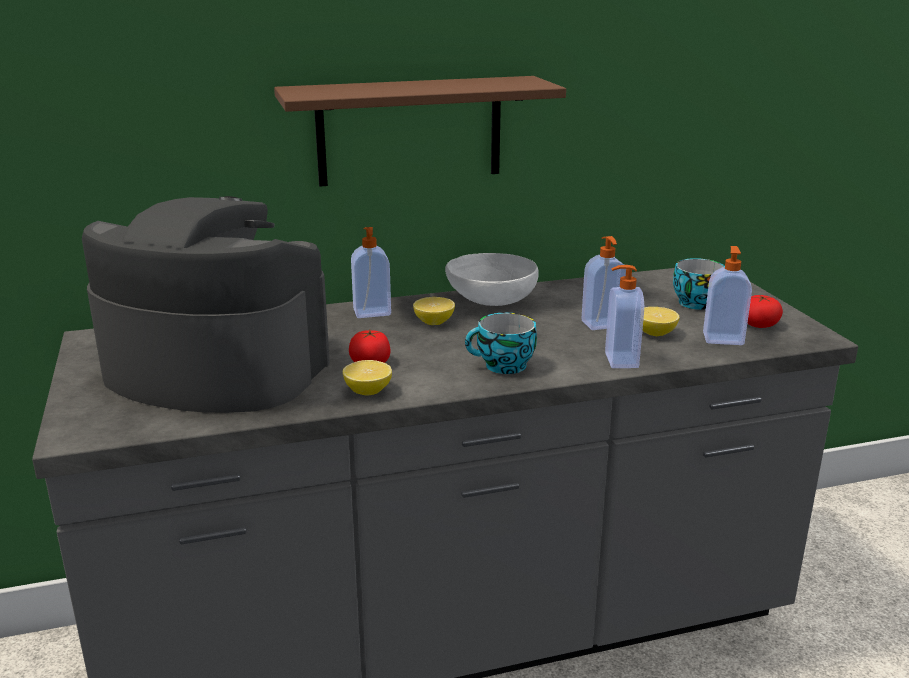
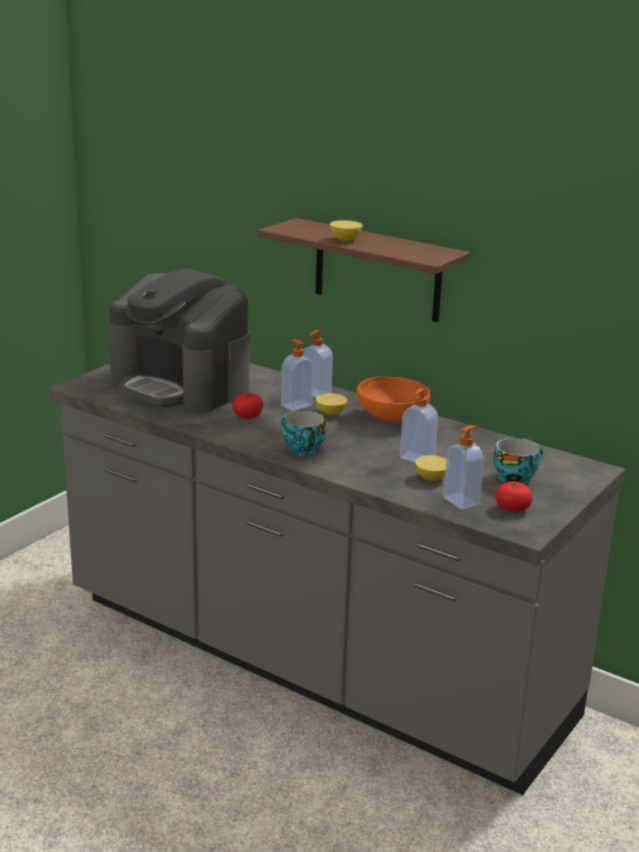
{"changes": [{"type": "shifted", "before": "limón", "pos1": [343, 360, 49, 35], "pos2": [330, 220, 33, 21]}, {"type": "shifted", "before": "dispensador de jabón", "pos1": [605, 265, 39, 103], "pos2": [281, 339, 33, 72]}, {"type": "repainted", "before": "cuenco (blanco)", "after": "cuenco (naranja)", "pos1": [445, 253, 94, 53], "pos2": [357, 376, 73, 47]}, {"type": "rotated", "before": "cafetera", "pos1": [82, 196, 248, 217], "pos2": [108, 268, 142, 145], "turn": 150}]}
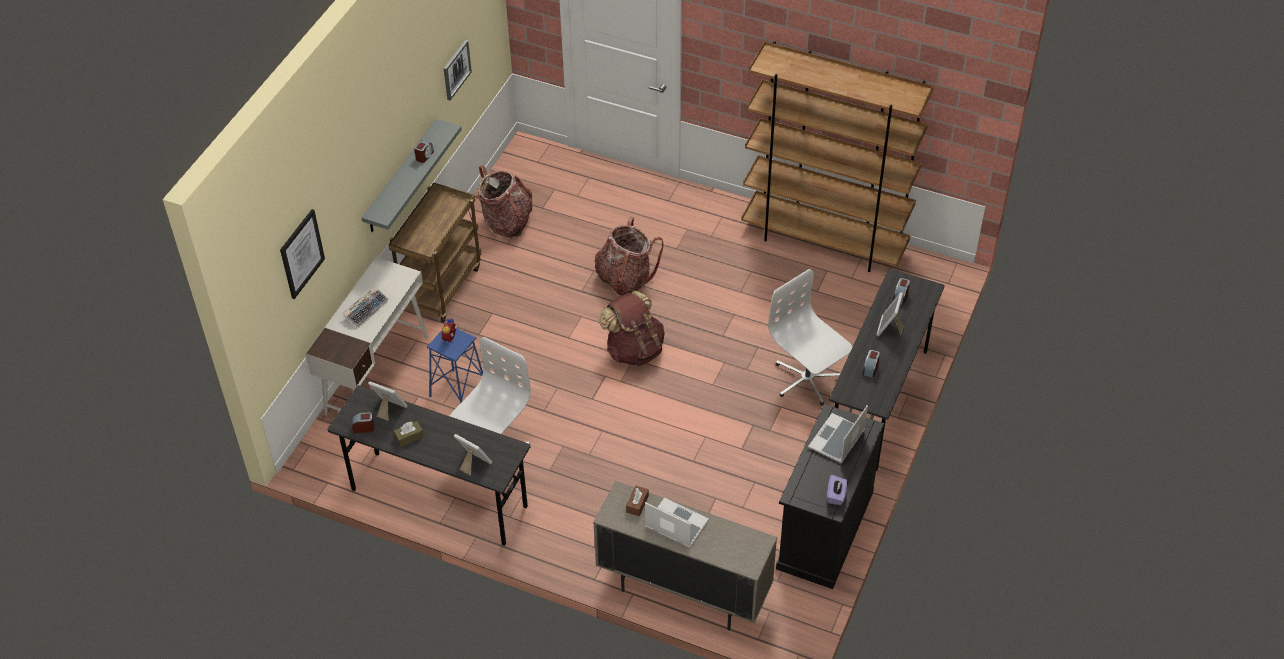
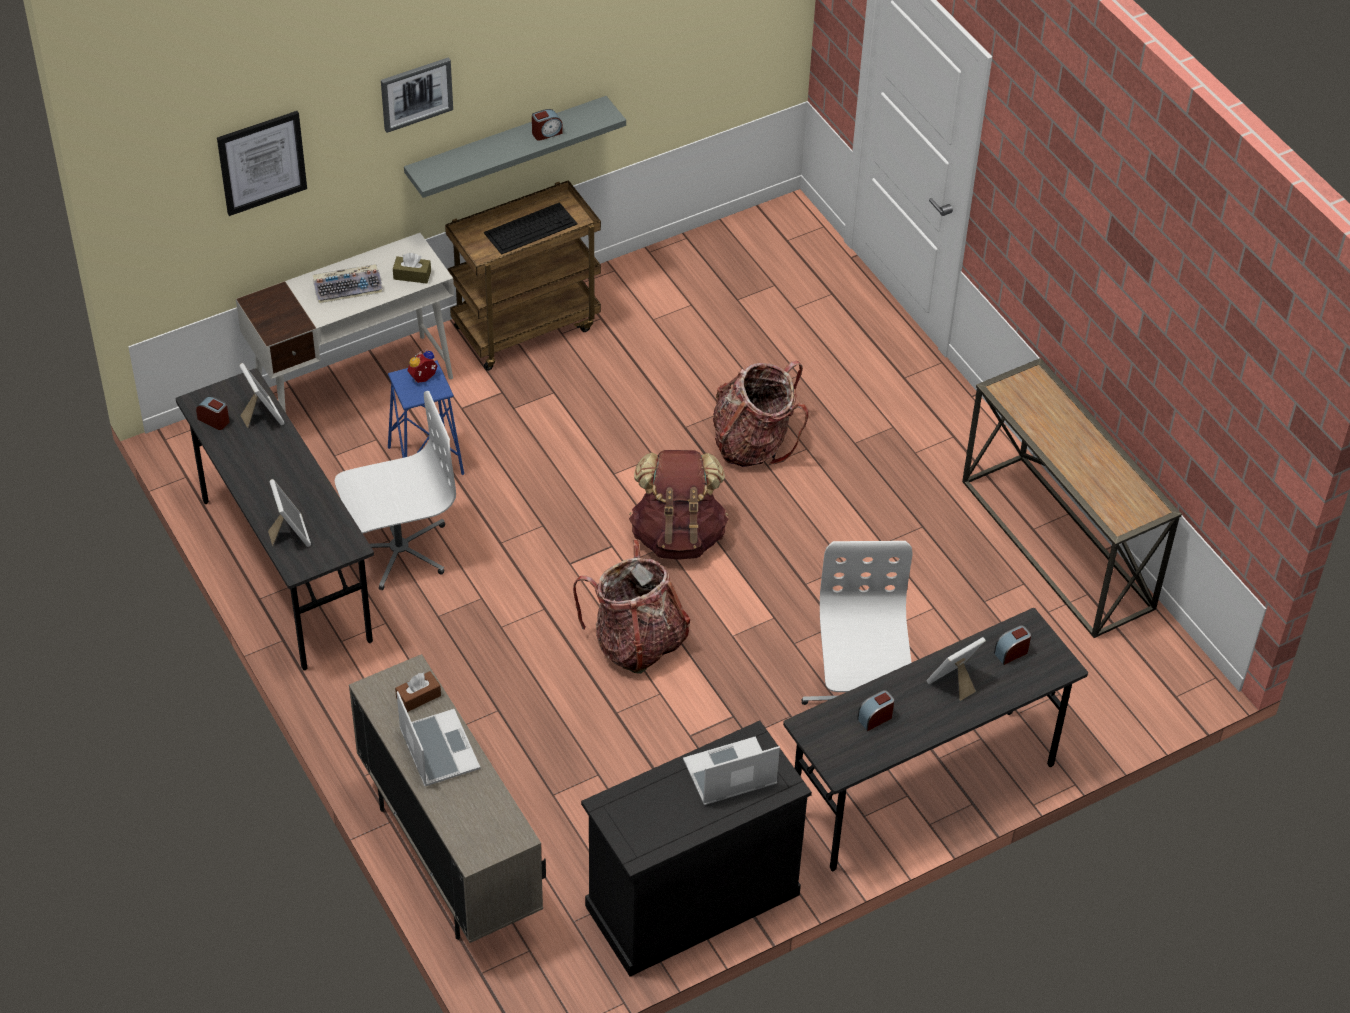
{"changes": [{"type": "gone", "before": "caja de pañuelos (morado)", "pos1": [827, 475, 20, 30]}, {"type": "new", "after": "teclado", "pos2": [484, 202, 94, 53]}, {"type": "shifted", "before": "caja de pañuelos (marrón)", "pos1": [394, 421, 30, 26], "pos2": [393, 253, 38, 31]}, {"type": "shifted", "before": "cuadro", "pos1": [443, 40, 29, 61], "pos2": [381, 57, 72, 76]}, {"type": "shifted", "before": "mochila", "pos1": [468, 166, 65, 71], "pos2": [573, 540, 117, 134]}, {"type": "swapped", "before": "estantería (marrón)", "after": "mesa consola", "pos1": [741, 41, 193, 231], "pos2": [962, 358, 220, 280]}]}
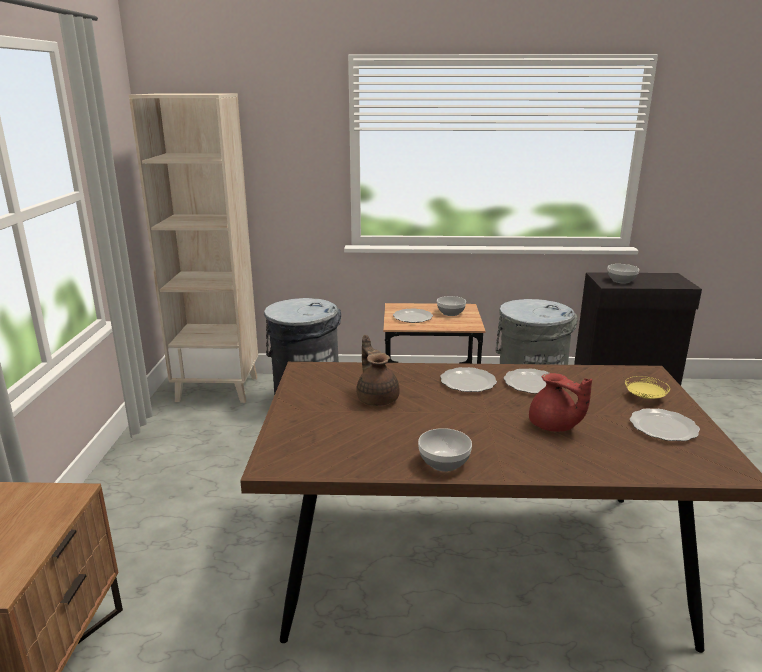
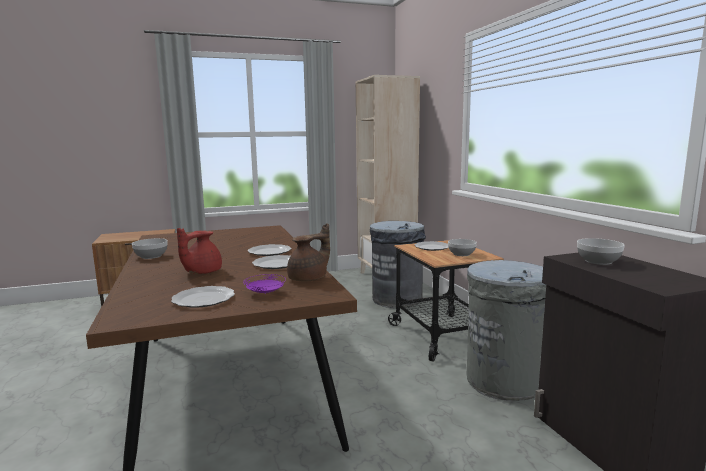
{"changes": [{"type": "shifted", "before": "tetera (marrón)", "pos1": [356, 335, 44, 71], "pos2": [287, 223, 43, 59]}, {"type": "repainted", "before": "plato (amarillo)", "after": "plato (morado)", "pos1": [625, 376, 45, 23], "pos2": [243, 274, 43, 20]}]}
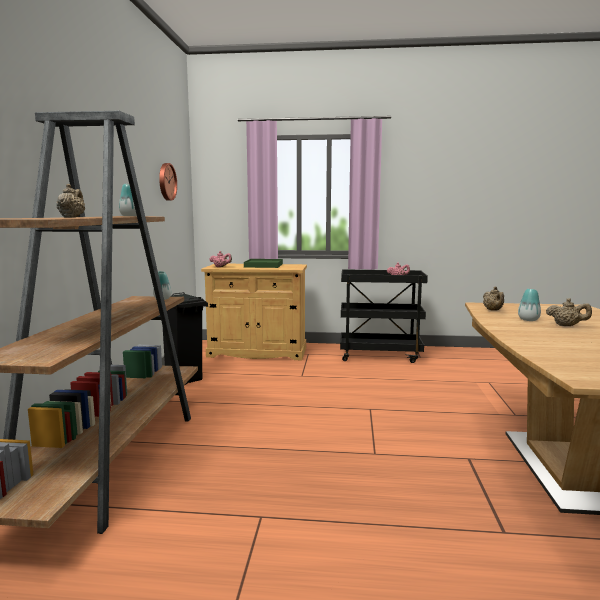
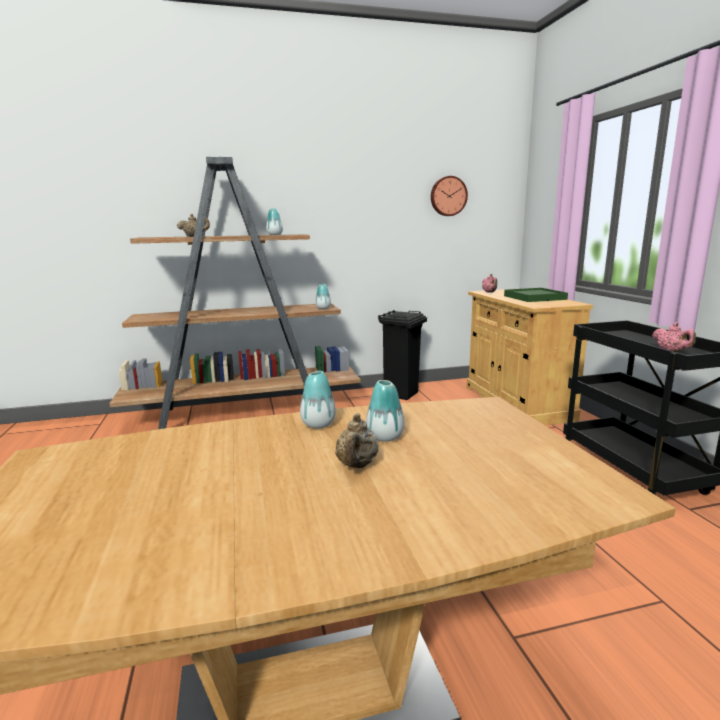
{"changes": [{"type": "gone", "before": "tetera (beis)", "pos1": [483, 287, 21, 24]}, {"type": "new", "after": "florero", "pos2": [300, 371, 36, 57]}]}
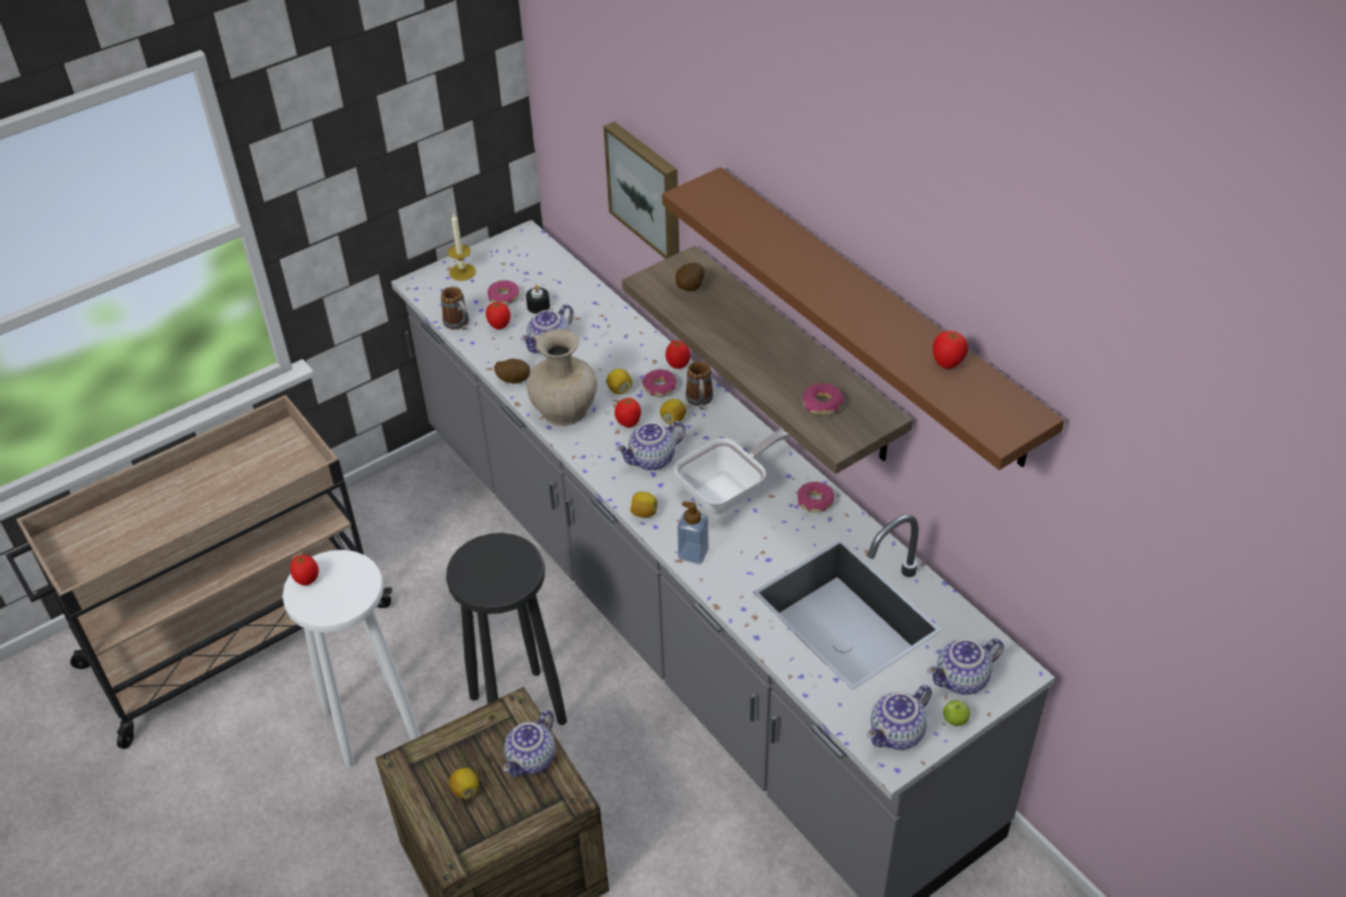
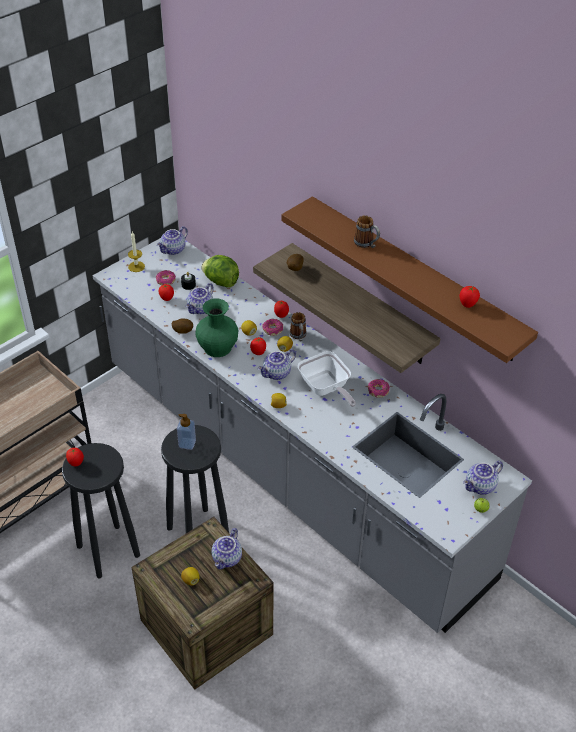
{"changes": [{"type": "gone", "before": "cuadro", "pos1": [603, 122, 76, 137]}, {"type": "gone", "before": "rosquilla", "pos1": [803, 383, 41, 33]}, {"type": "new", "after": "lechuga", "pos2": [201, 255, 38, 33]}, {"type": "shifted", "before": "taza grande", "pos1": [441, 286, 28, 44], "pos2": [354, 216, 26, 32]}, {"type": "shifted", "before": "dispensador de jabón", "pos1": [677, 501, 31, 63], "pos2": [177, 414, 19, 36]}, {"type": "shifted", "before": "tetera", "pos1": [867, 685, 65, 65], "pos2": [157, 226, 31, 29]}, {"type": "repainted", "before": "taburete (blanco)", "after": "taburete (negro)", "pos1": [282, 550, 138, 218], "pos2": [62, 443, 78, 136]}, {"type": "repainted", "before": "florero (beis)", "after": "florero (verde)", "pos1": [526, 329, 71, 97], "pos2": [195, 298, 43, 59]}, {"type": "rotated", "before": "sartén", "pos1": [674, 429, 117, 85], "pos2": [298, 351, 58, 56], "turn": 105}]}
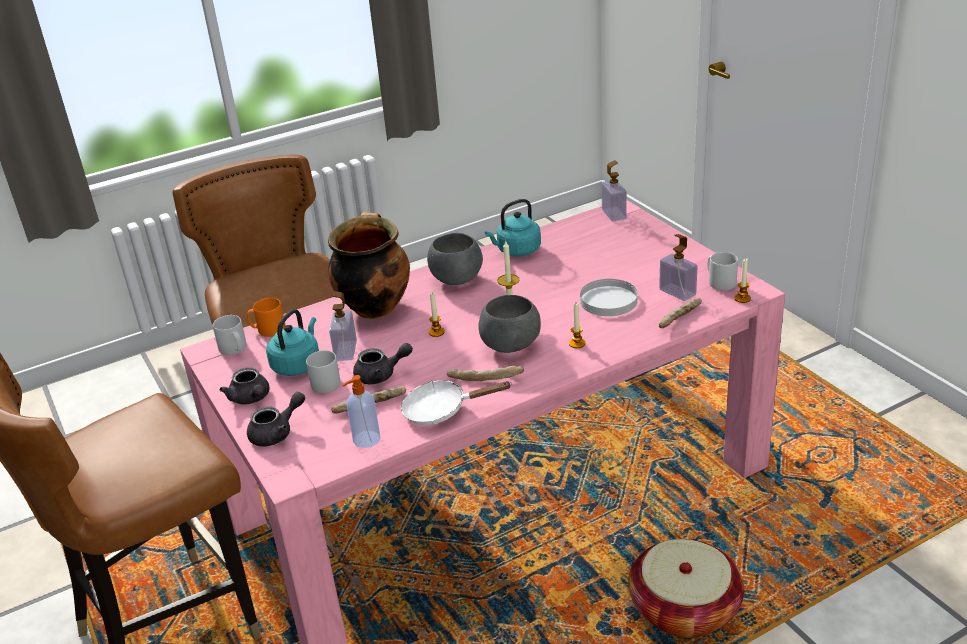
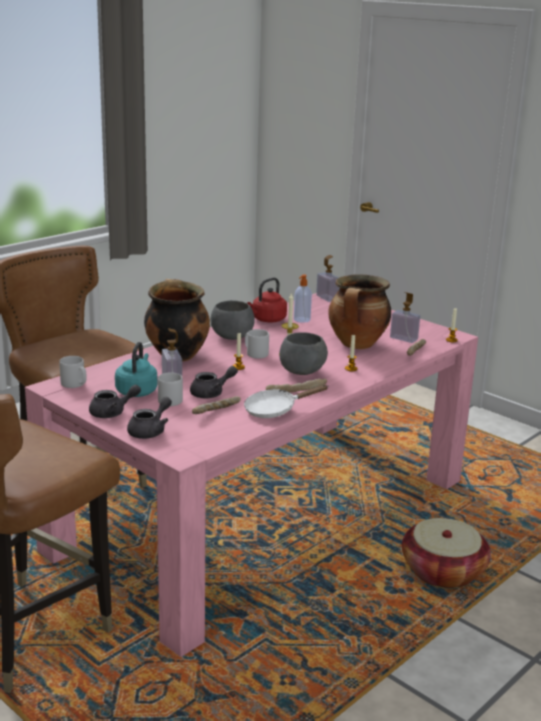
{"changes": [{"type": "gone", "before": "taza grande (naranja)", "pos1": [247, 298, 38, 39]}, {"type": "shifted", "before": "dispensador de jabón", "pos1": [342, 375, 39, 73], "pos2": [294, 274, 18, 49]}, {"type": "shifted", "before": "taza grande (gris)", "pos1": [708, 252, 30, 38], "pos2": [245, 329, 24, 30]}, {"type": "swapped", "before": "plato (blanco)", "after": "olla", "pos1": [580, 279, 58, 37], "pos2": [328, 274, 63, 75]}, {"type": "repainted", "before": "hervidor (turquesa)", "after": "hervidor (rojo)", "pos1": [485, 199, 56, 58], "pos2": [247, 277, 40, 45]}, {"type": "rotated", "before": "tetera (gris)", "pos1": [220, 368, 50, 37], "pos2": [89, 385, 52, 33], "turn": -60}]}
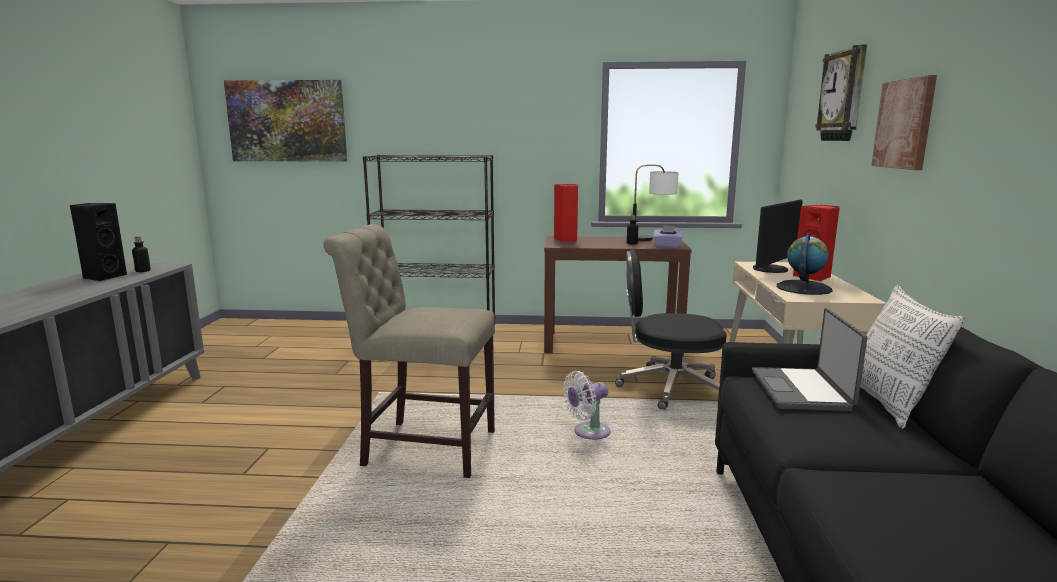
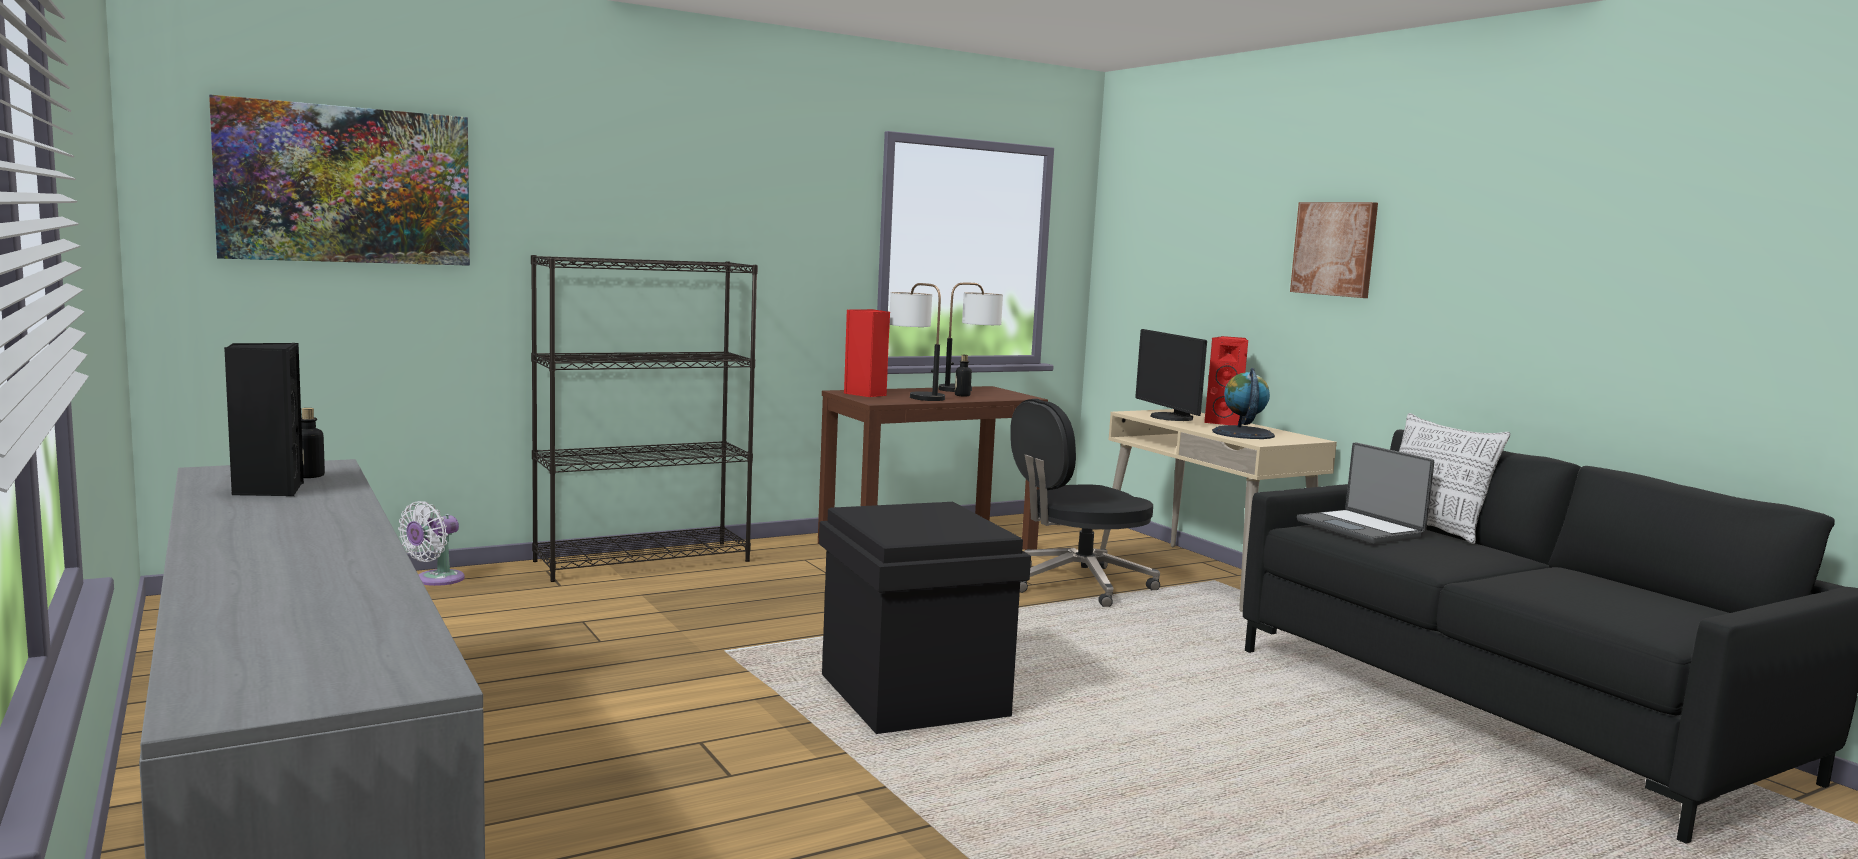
{"changes": [{"type": "gone", "before": "caja de pañuelos (morado)", "pos1": [654, 225, 29, 23]}, {"type": "gone", "before": "reloj de pared", "pos1": [815, 44, 52, 97]}, {"type": "new", "after": "lámpara de mesa", "pos2": [890, 283, 55, 118]}, {"type": "shifted", "before": "ventilador (blanco)", "pos1": [563, 371, 48, 69], "pos2": [398, 501, 67, 85]}, {"type": "swapped", "before": "silla (beis)", "after": "caja de almacenaje (negro)", "pos1": [323, 224, 172, 254], "pos2": [819, 502, 212, 232]}, {"type": "rotated", "before": "monitor", "pos1": [753, 199, 50, 74], "pos2": [1135, 329, 72, 92], "turn": 150}]}
